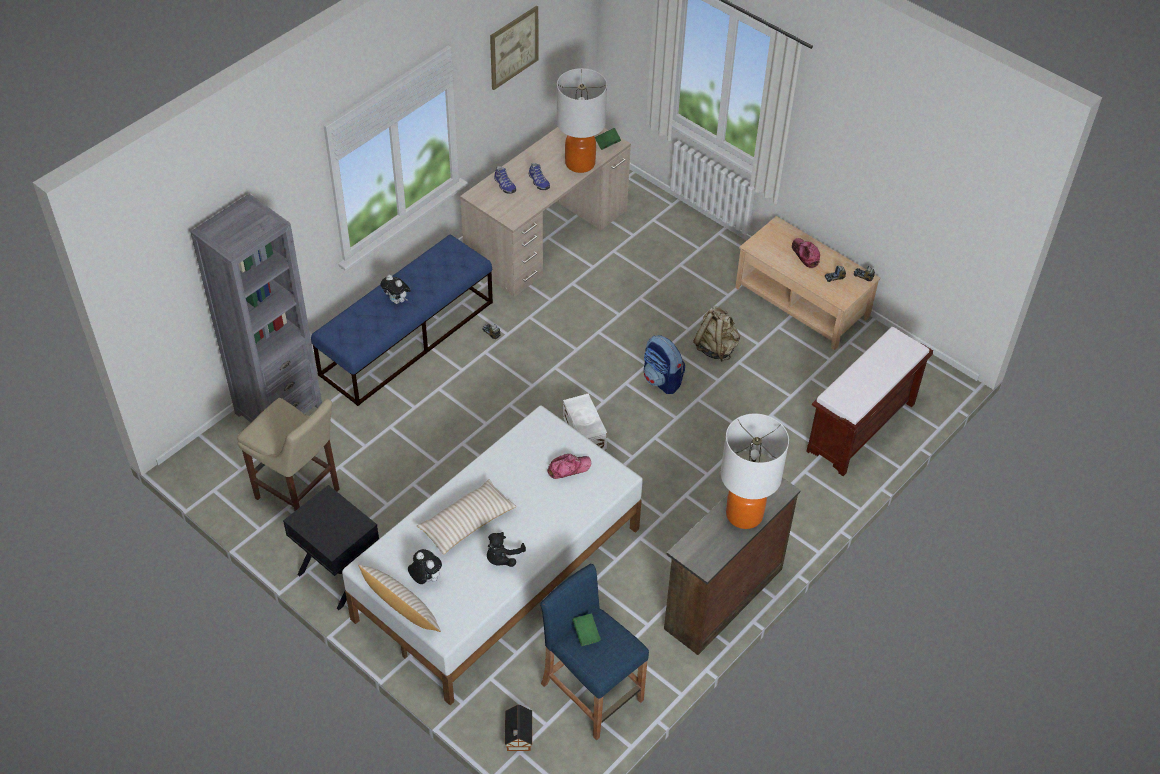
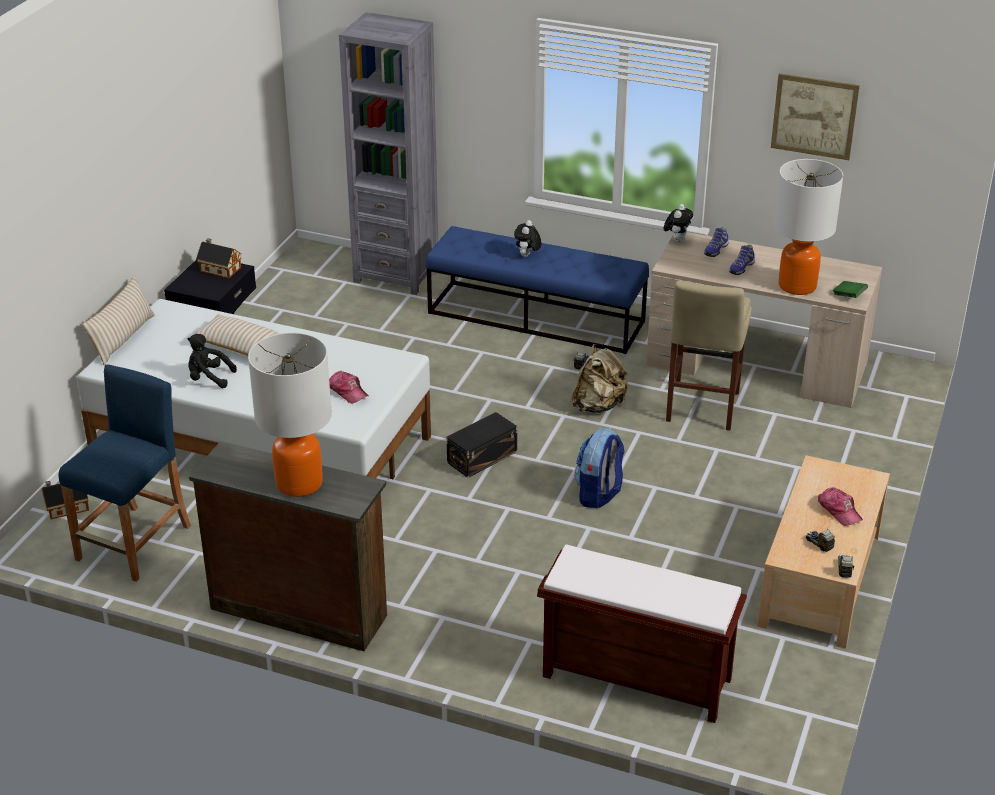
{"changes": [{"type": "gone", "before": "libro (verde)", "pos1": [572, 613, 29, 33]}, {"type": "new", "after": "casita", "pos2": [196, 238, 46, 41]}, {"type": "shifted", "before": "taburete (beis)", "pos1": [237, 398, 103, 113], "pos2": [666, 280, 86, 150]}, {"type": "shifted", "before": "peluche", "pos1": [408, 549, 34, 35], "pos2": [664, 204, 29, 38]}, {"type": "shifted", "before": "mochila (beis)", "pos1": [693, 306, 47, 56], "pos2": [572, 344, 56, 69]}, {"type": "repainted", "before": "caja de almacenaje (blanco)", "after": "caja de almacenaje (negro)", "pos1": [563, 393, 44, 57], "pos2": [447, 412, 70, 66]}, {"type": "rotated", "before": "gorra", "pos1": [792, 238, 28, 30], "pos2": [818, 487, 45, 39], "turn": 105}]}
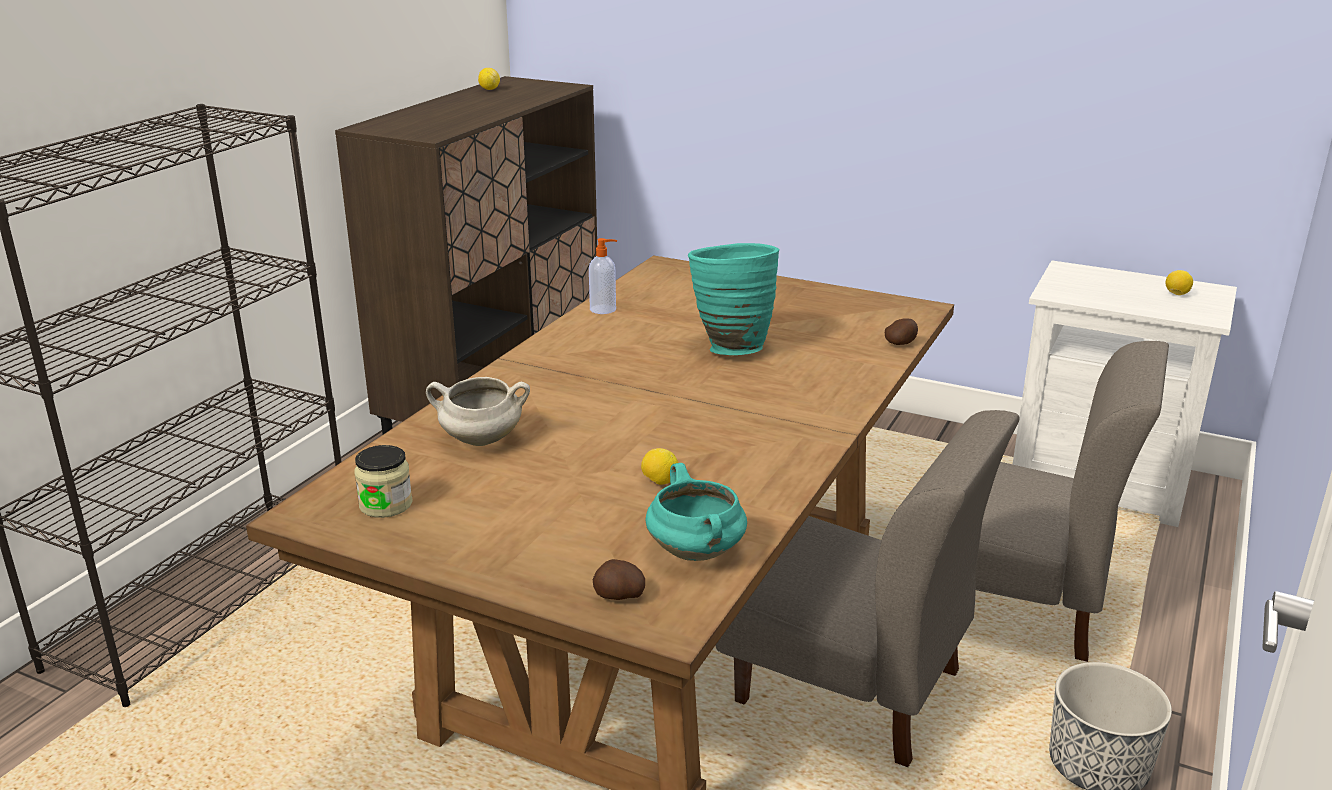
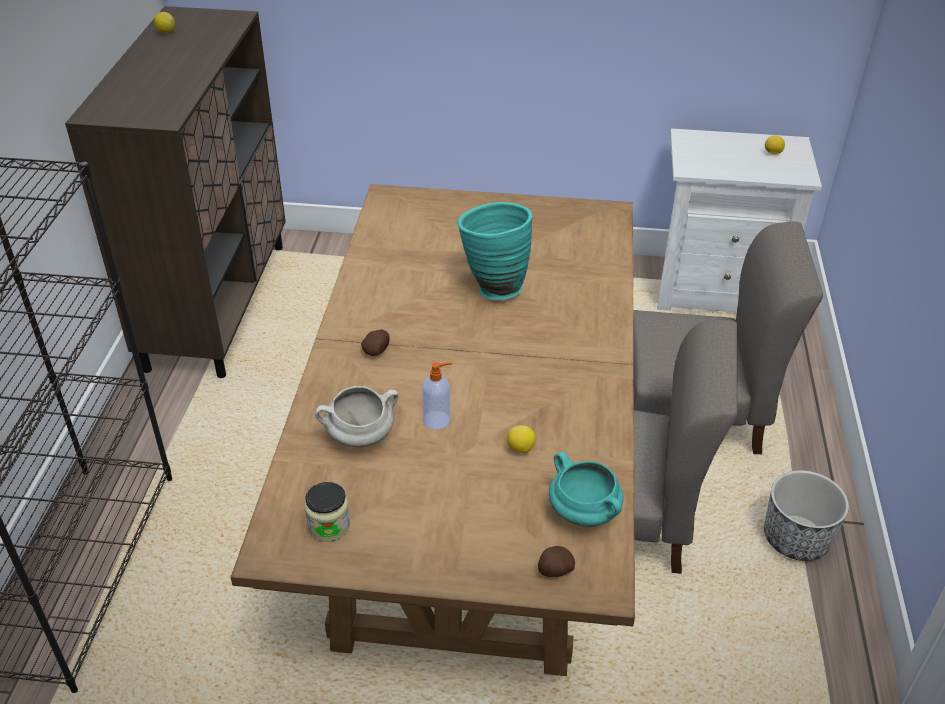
{"changes": [{"type": "shifted", "before": "dispensador de jabón", "pos1": [589, 238, 28, 76], "pos2": [422, 362, 30, 67]}, {"type": "shifted", "before": "patata", "pos1": [885, 319, 33, 26], "pos2": [361, 330, 29, 26]}]}
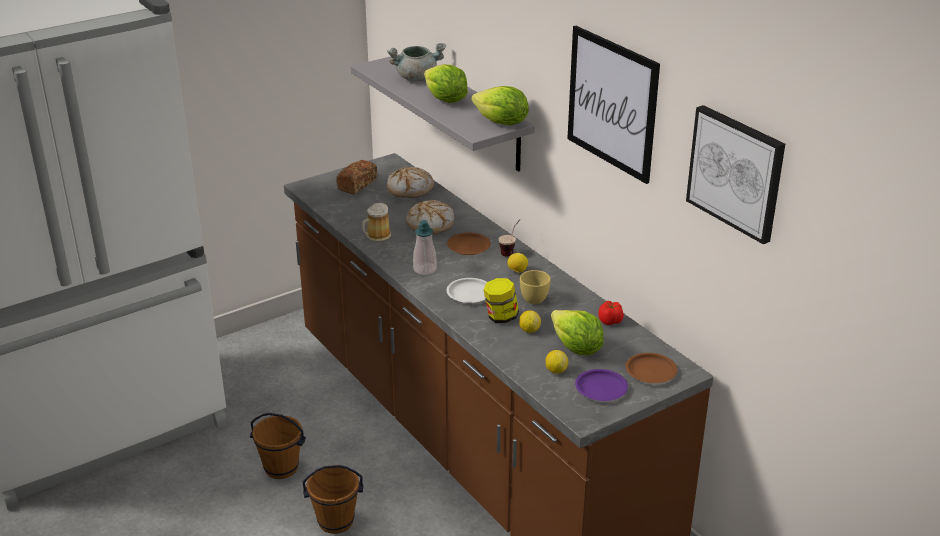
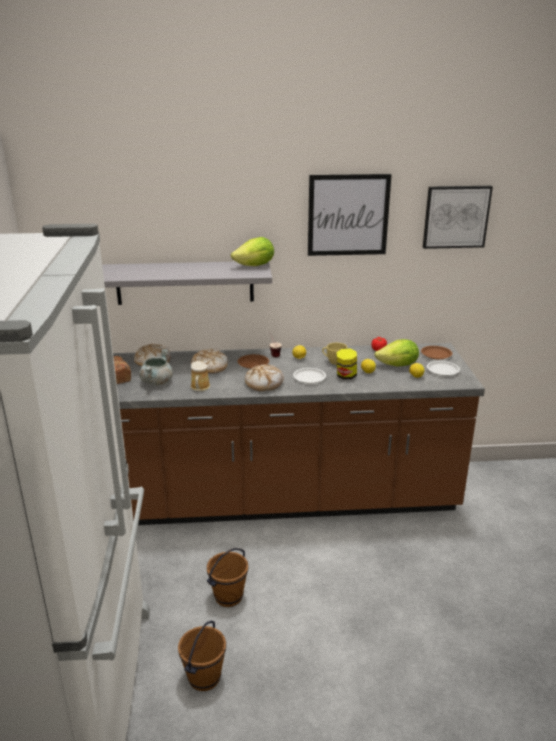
{"changes": [{"type": "gone", "before": "lechuga", "pos1": [424, 64, 44, 39]}, {"type": "shifted", "before": "cubo (marrón)", "pos1": [303, 465, 60, 69], "pos2": [178, 621, 48, 70]}, {"type": "shifted", "before": "olla (gris)", "pos1": [387, 43, 59, 38], "pos2": [140, 349, 33, 37]}, {"type": "swapped", "before": "dispensador de jabón", "after": "pan", "pos1": [413, 220, 24, 55], "pos2": [245, 365, 39, 26]}, {"type": "repainted", "before": "plato (morado)", "after": "plato (blanco)", "pos1": [575, 369, 53, 32], "pos2": [427, 361, 33, 15]}]}
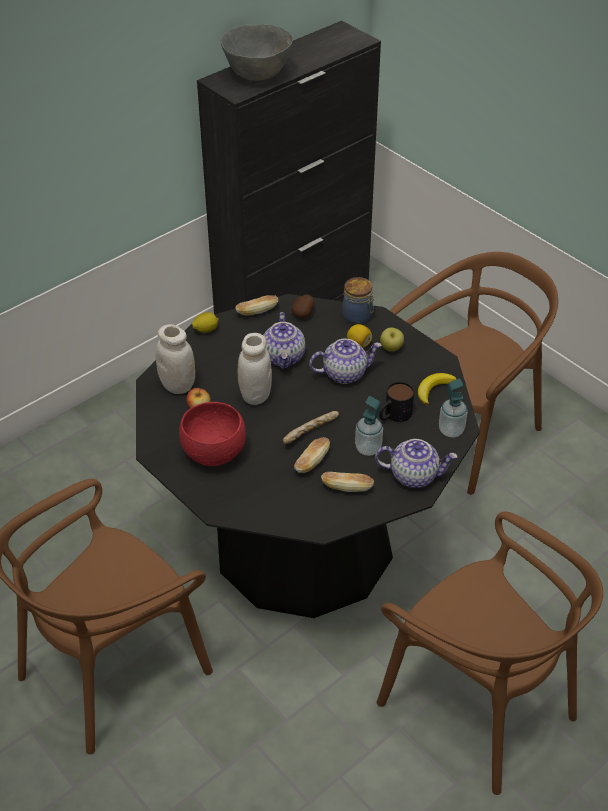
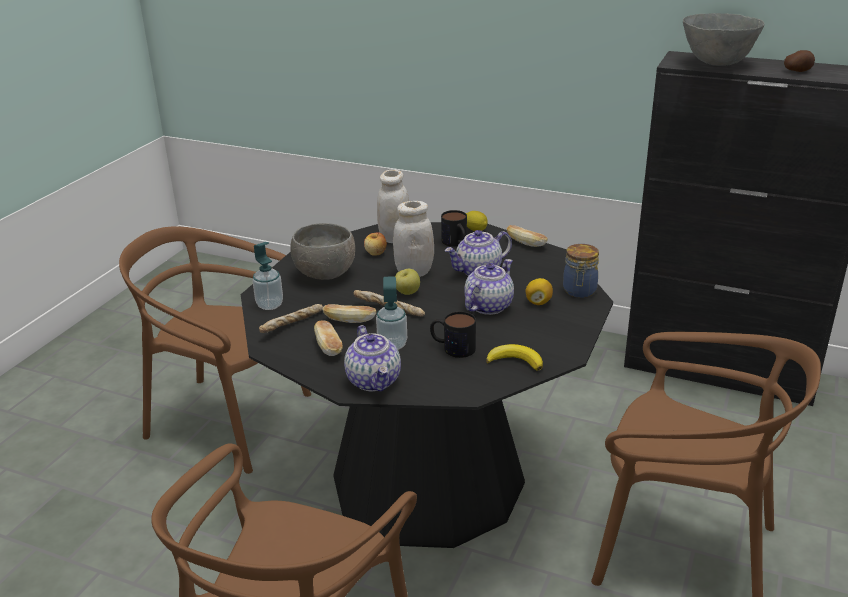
{"changes": [{"type": "new", "after": "pan", "pos2": [259, 304, 64, 29]}, {"type": "new", "after": "taza grande", "pos2": [441, 210, 26, 37]}, {"type": "shifted", "before": "patata", "pos1": [291, 294, 23, 24], "pos2": [784, 50, 31, 22]}, {"type": "shifted", "before": "manzana", "pos1": [380, 327, 24, 24], "pos2": [395, 269, 25, 26]}, {"type": "shifted", "before": "dispensador de jabón", "pos1": [439, 379, 29, 58], "pos2": [252, 242, 31, 68]}, {"type": "repainted", "before": "cuenco (rojo)", "after": "cuenco (gris)", "pos1": [179, 402, 67, 64], "pos2": [290, 223, 65, 57]}, {"type": "rotated", "before": "tetera", "pos1": [309, 339, 73, 45], "pos2": [464, 259, 50, 56], "turn": -105}]}
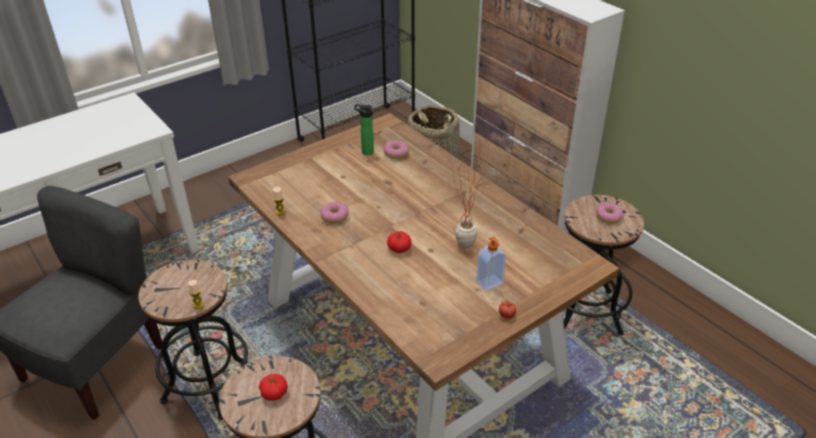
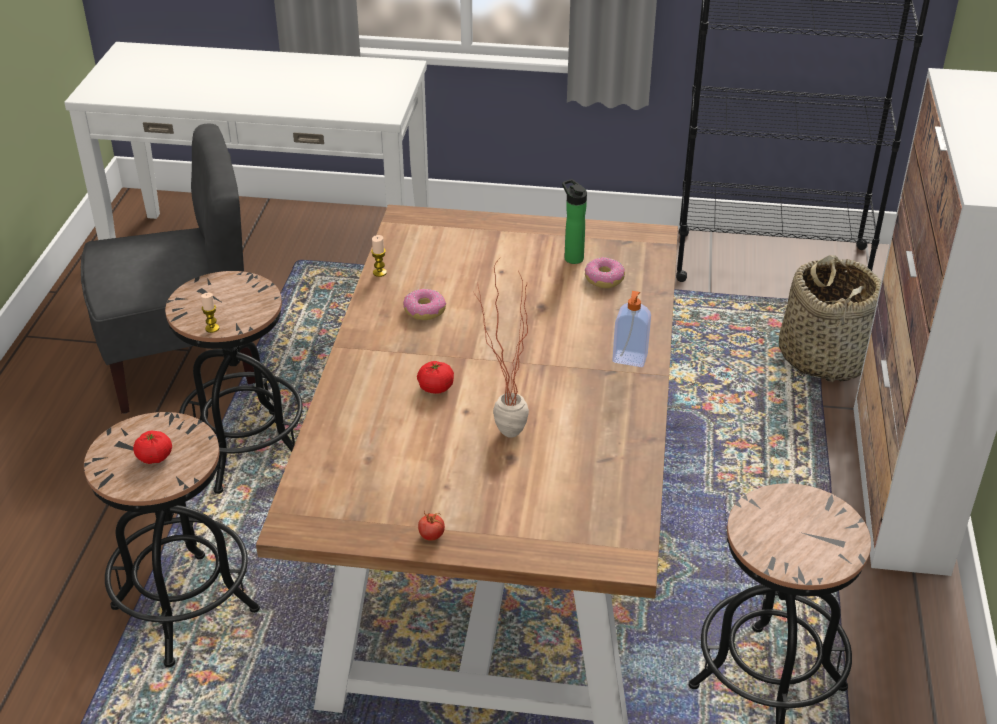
{"changes": [{"type": "gone", "before": "rosquilla", "pos1": [596, 203, 27, 21]}, {"type": "shifted", "before": "dispensador de jabón", "pos1": [476, 237, 30, 54], "pos2": [612, 291, 39, 76]}]}
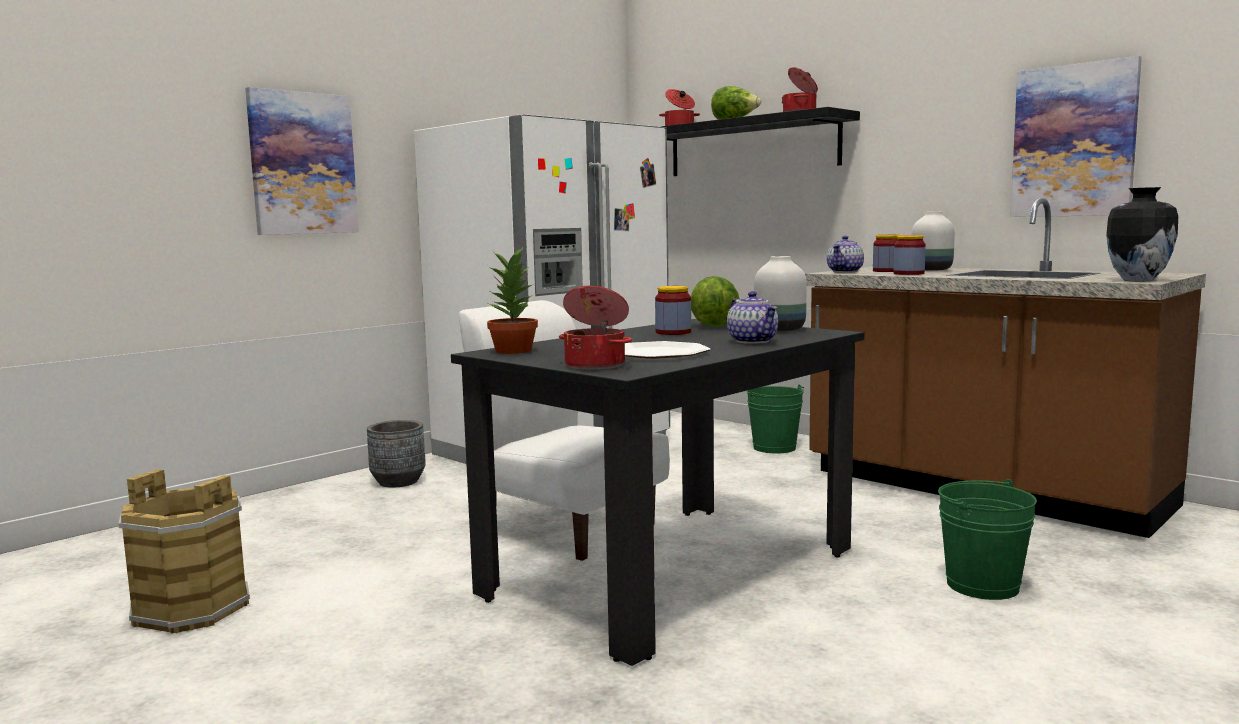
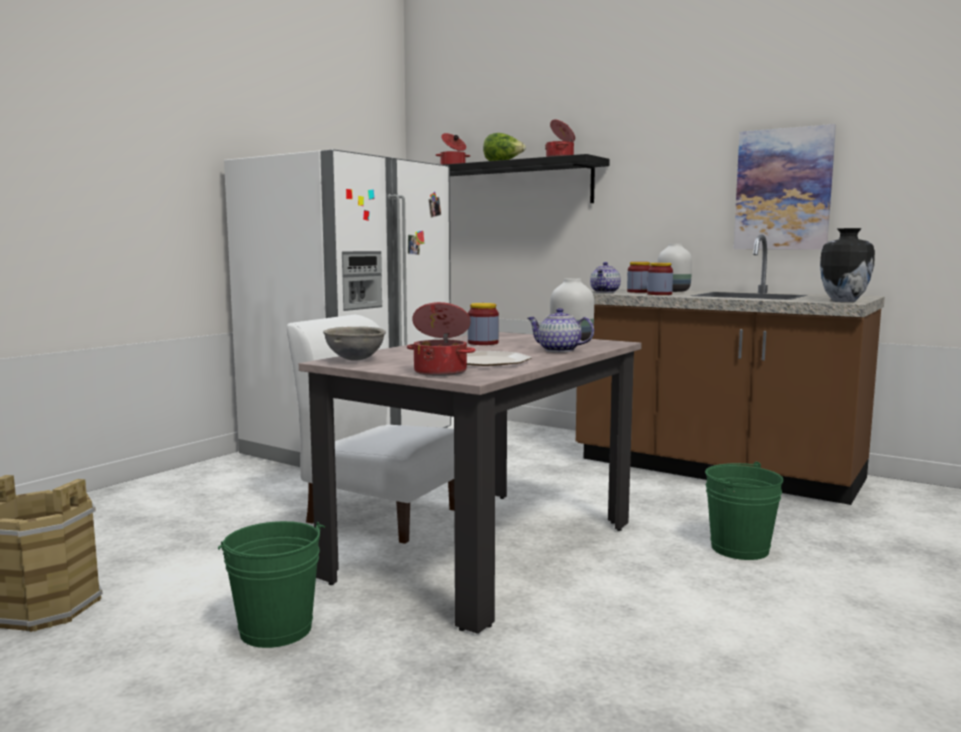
{"changes": [{"type": "gone", "before": "cuadro", "pos1": [245, 87, 114, 148]}, {"type": "gone", "before": "maceta (gris)", "pos1": [367, 420, 59, 67]}, {"type": "gone", "before": "lechuga", "pos1": [691, 276, 49, 51]}, {"type": "shifted", "before": "cubo (verde)", "pos1": [747, 385, 57, 69], "pos2": [218, 521, 107, 127]}, {"type": "swapped", "before": "planta en maceta", "after": "cuenco (gris)", "pos1": [487, 246, 51, 108], "pos2": [323, 326, 63, 35]}, {"type": "repainted", "before": "mesa de comedor (negro)", "after": "mesa de comedor (beis)", "pos1": [451, 319, 414, 347], "pos2": [299, 332, 343, 302]}, {"type": "rotated", "before": "tetera", "pos1": [727, 291, 51, 53], "pos2": [527, 308, 67, 44], "turn": 150}]}
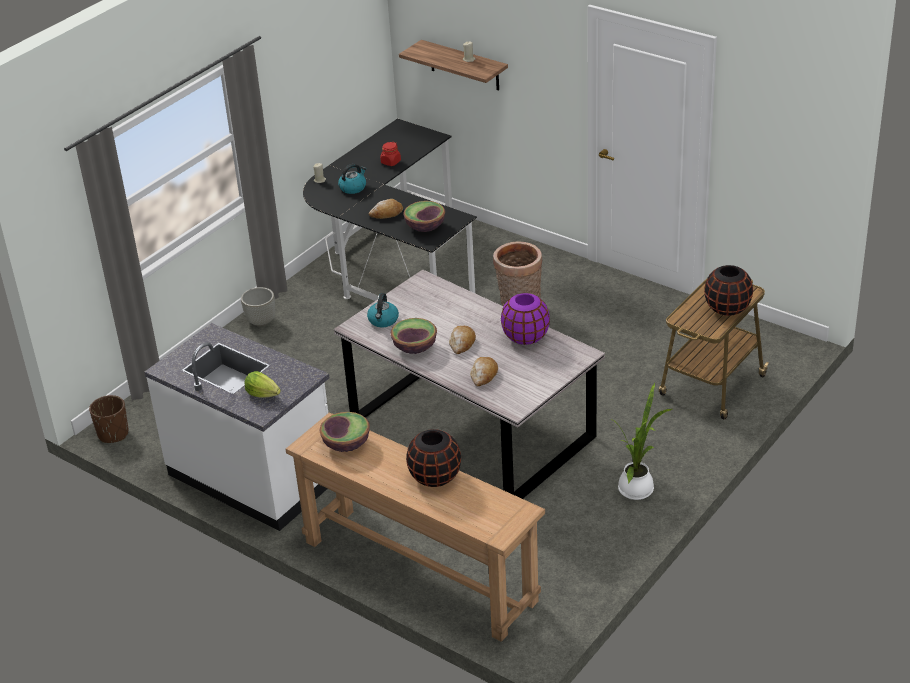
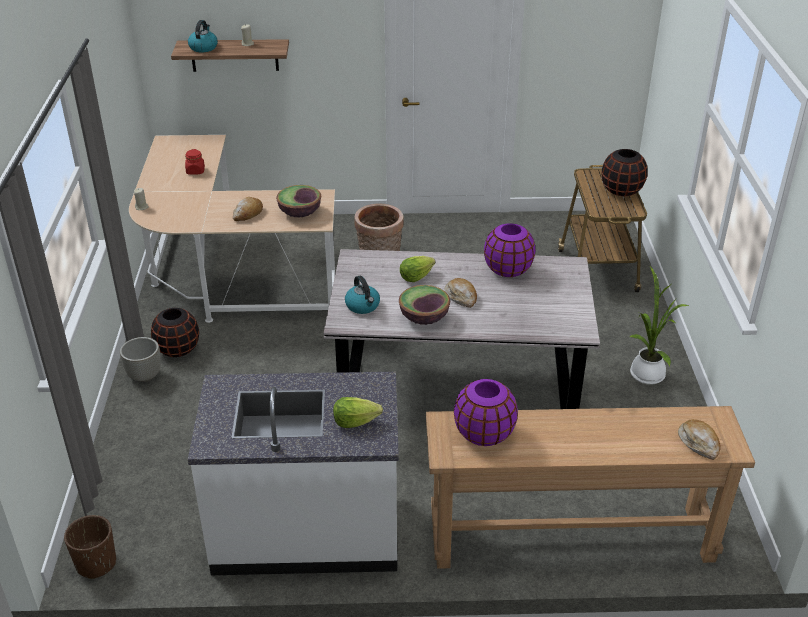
{"changes": [{"type": "new", "after": "lechuga", "pos2": [400, 256, 35, 26]}, {"type": "shifted", "before": "hervidor", "pos1": [338, 164, 28, 30], "pos2": [188, 20, 30, 32]}, {"type": "shifted", "before": "florero (negro)", "pos1": [406, 429, 55, 58], "pos2": [151, 308, 48, 49]}, {"type": "shifted", "before": "pan", "pos1": [470, 357, 28, 29], "pos2": [678, 419, 42, 41]}, {"type": "swapped", "before": "cuenco", "after": "florero (morado)", "pos1": [320, 412, 50, 40], "pos2": [454, 379, 64, 67]}, {"type": "repainted", "before": "escritorio (negro)", "after": "escritorio (beis)", "pos1": [303, 119, 174, 182], "pos2": [129, 135, 206, 188]}]}
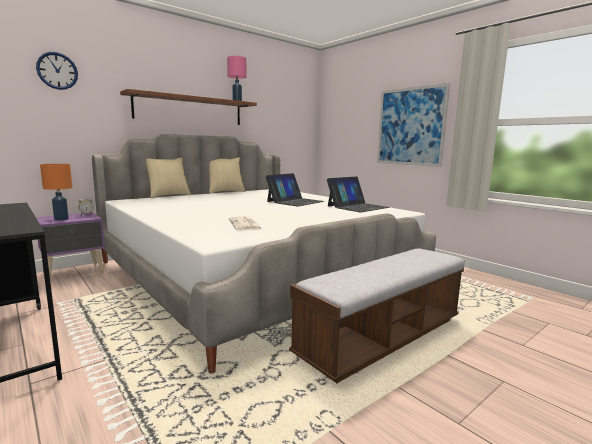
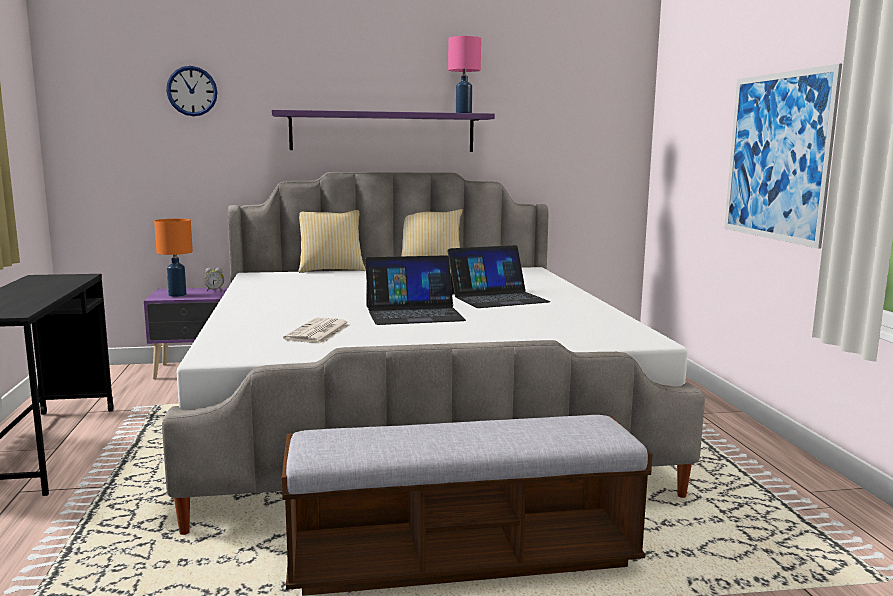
{"changes": [{"type": "shifted", "before": "portátil", "pos1": [327, 177, 63, 35], "pos2": [365, 255, 101, 70]}, {"type": "repainted", "before": "estante (marrón)", "after": "estante (morado)", "pos1": [120, 89, 137, 36], "pos2": [272, 110, 223, 42]}]}
